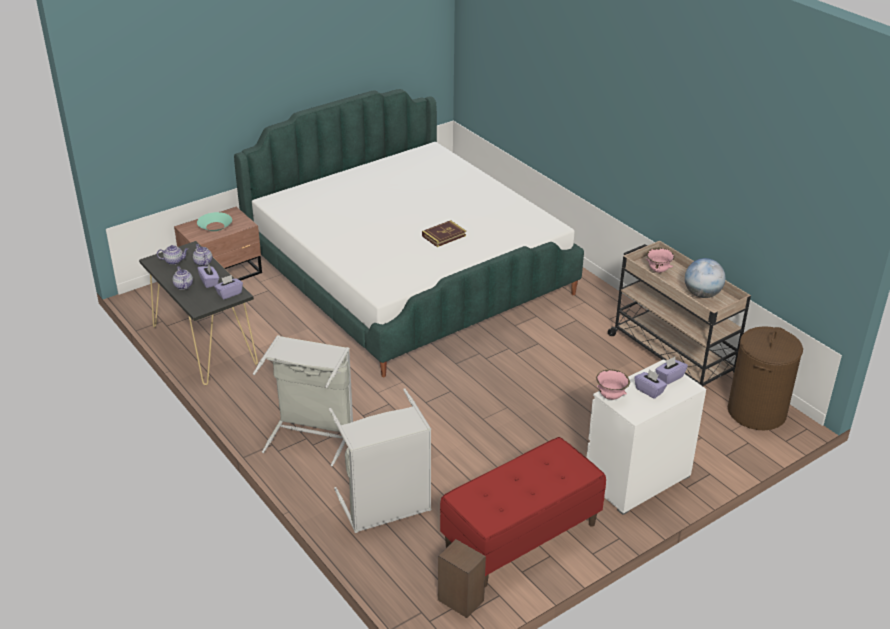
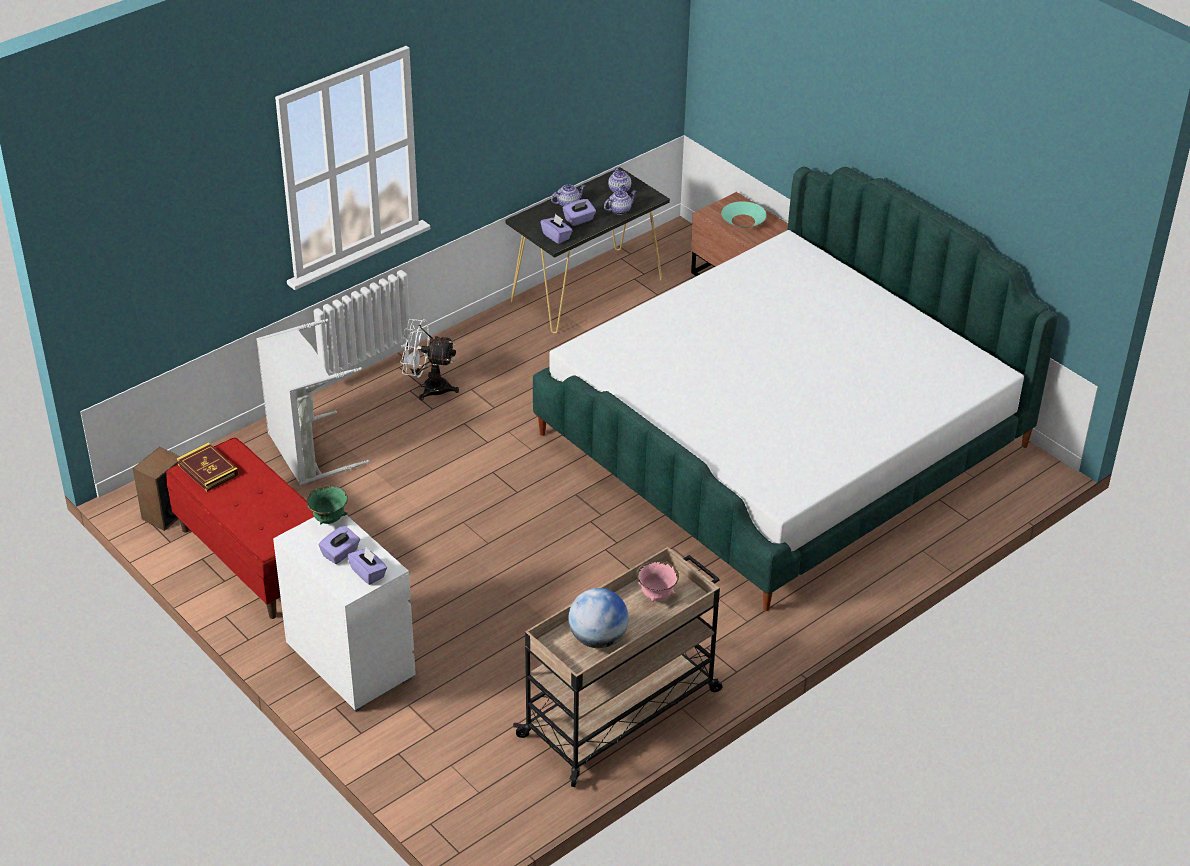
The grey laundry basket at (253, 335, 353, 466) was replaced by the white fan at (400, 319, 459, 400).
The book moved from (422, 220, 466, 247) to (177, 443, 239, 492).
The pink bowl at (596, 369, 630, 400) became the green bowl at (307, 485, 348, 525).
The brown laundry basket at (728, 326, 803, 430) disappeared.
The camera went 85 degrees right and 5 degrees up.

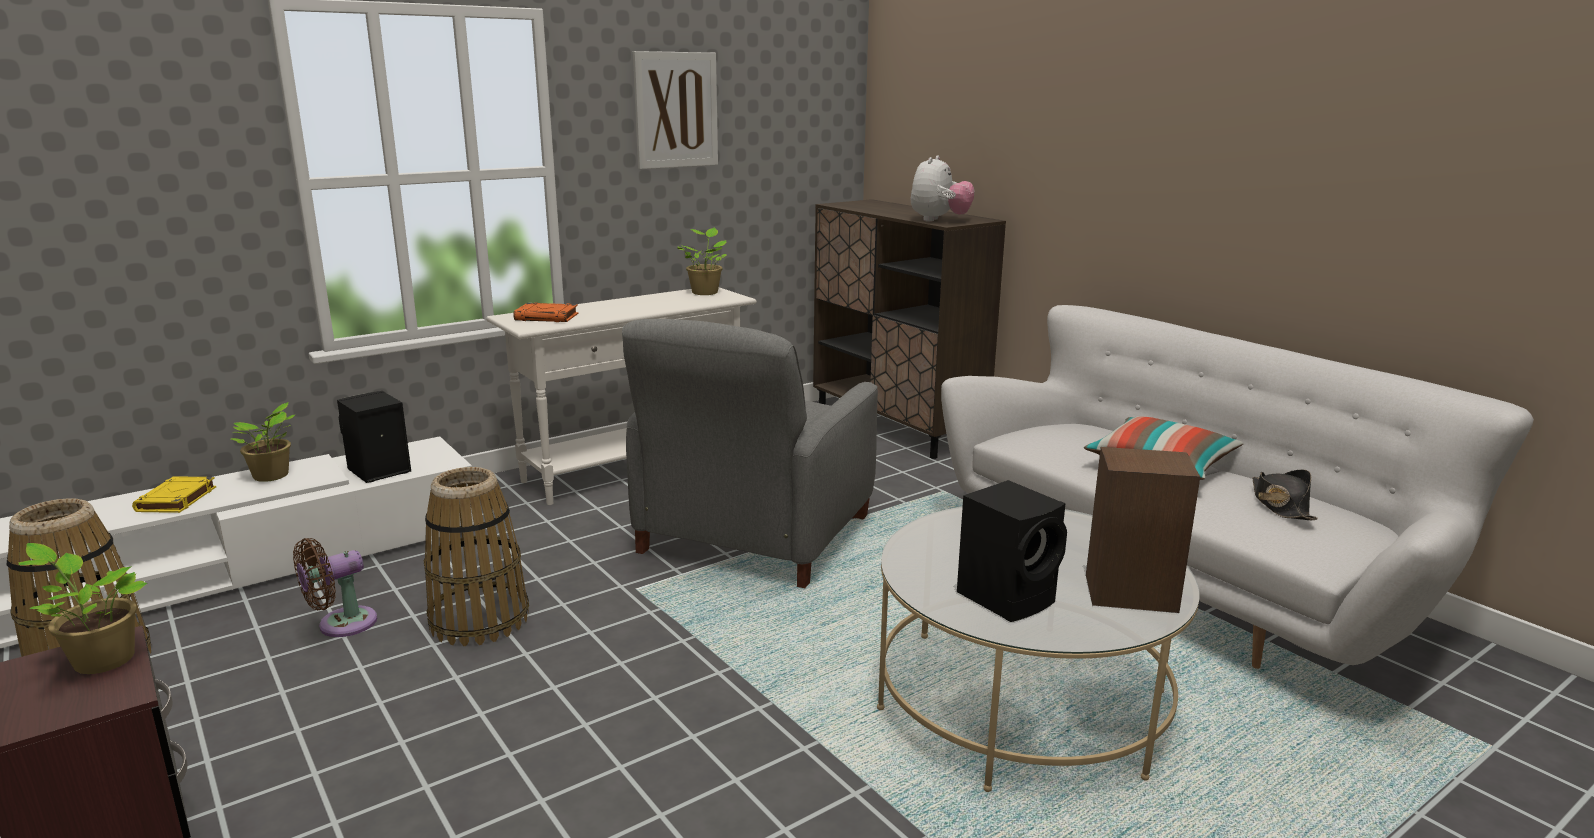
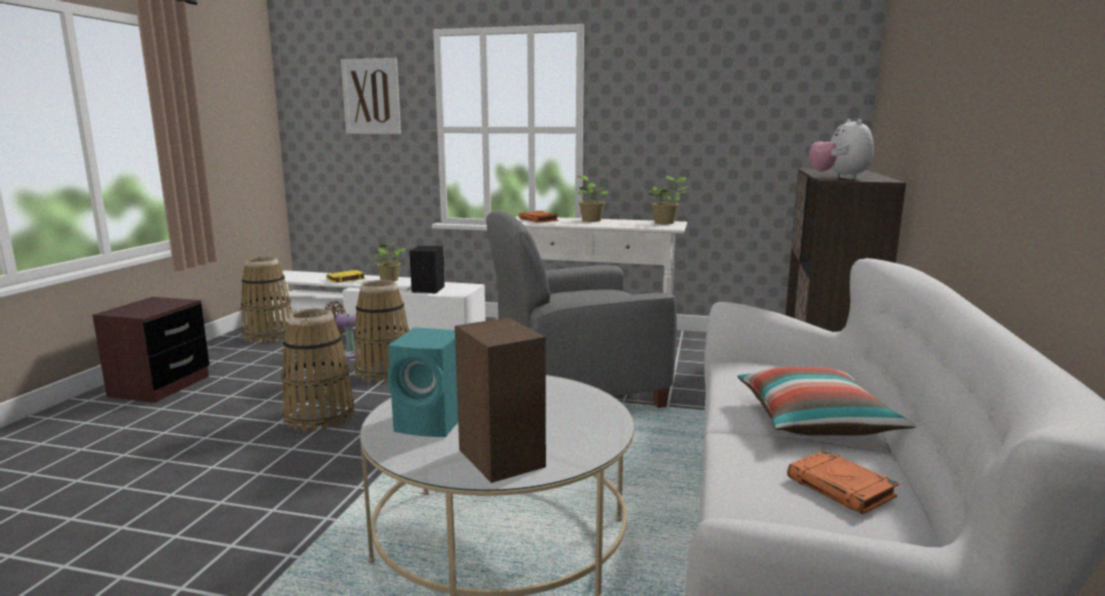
The potted plant moved from (18, 543, 148, 674) to (574, 175, 608, 222).
The picture moved from (633, 51, 718, 169) to (341, 58, 401, 134).
The plush toy at (910, 155, 975, 222) turned 105 degrees clockwise.
The black speaker at (957, 480, 1067, 622) became the turquoise speaker at (387, 327, 458, 437).
The black hat at (1253, 470, 1318, 520) was replaced by the orange book at (787, 450, 899, 515).
The basket at (281, 308, 354, 432) appeared.
The camera went 50 degrees right and 5 degrees down.

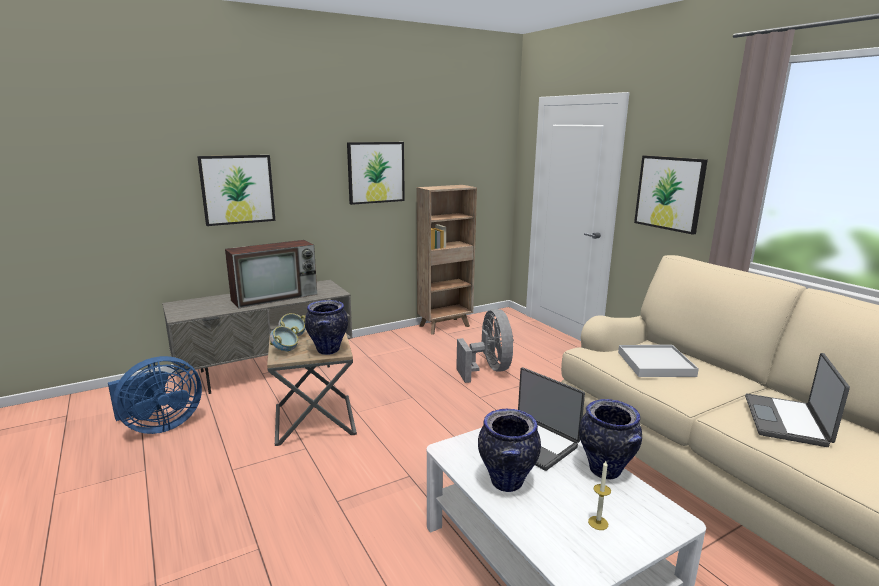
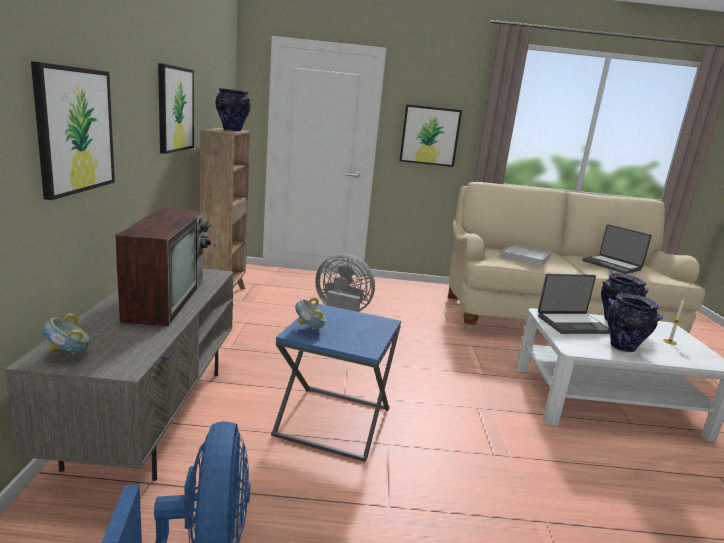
The brown side table at (267, 330, 357, 446) became the blue side table at (271, 303, 401, 462).
The bowl moved from (270, 326, 299, 352) to (42, 313, 91, 354).
The vase moved from (305, 300, 348, 355) to (216, 88, 251, 131).
The camera went 60 degrees left and 0 degrees up.

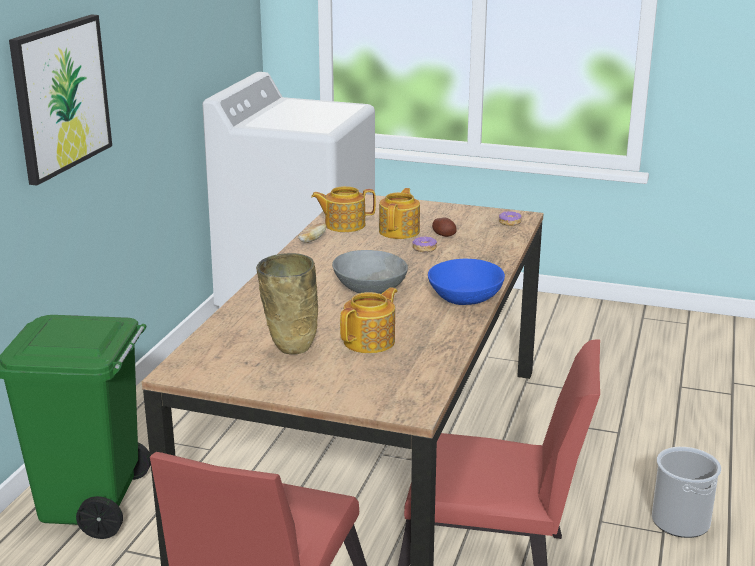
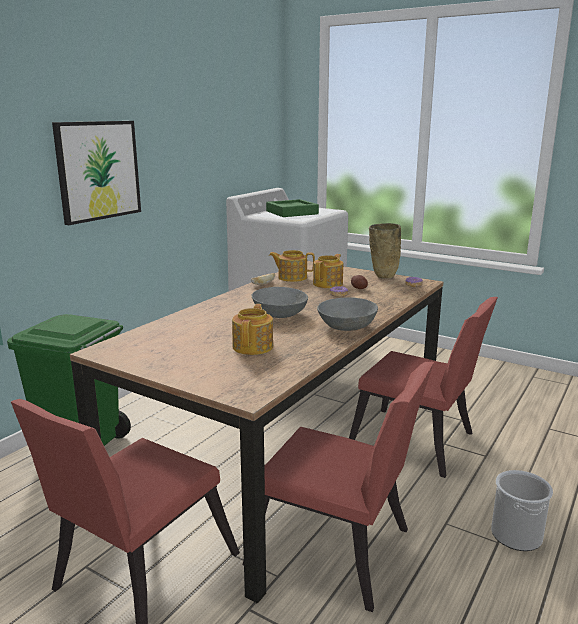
The beige vase moved from (256, 253, 318, 355) to (369, 223, 401, 279).
The teapot at (340, 287, 397, 353) turned 45 degrees counterclockwise.
The blue bowl at (428, 259, 505, 305) became the grey bowl at (317, 297, 378, 331).
The green tray at (266, 199, 319, 217) appeared.
The red chair at (349, 297, 498, 478) appeared.
The camera went 15 degrees right and 5 degrees down.

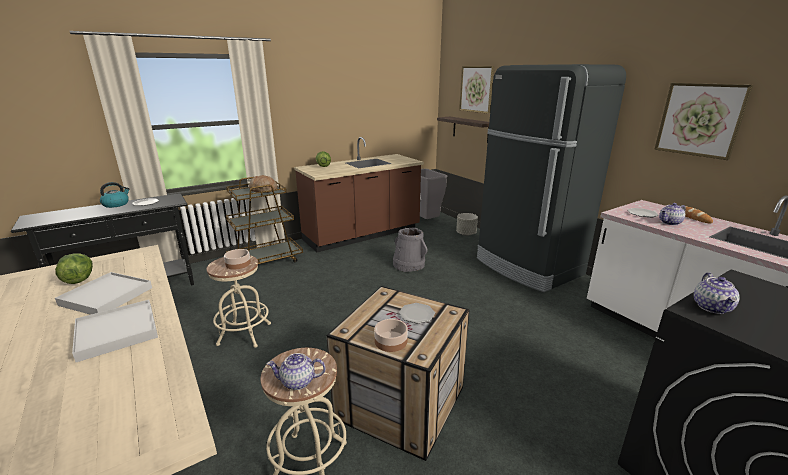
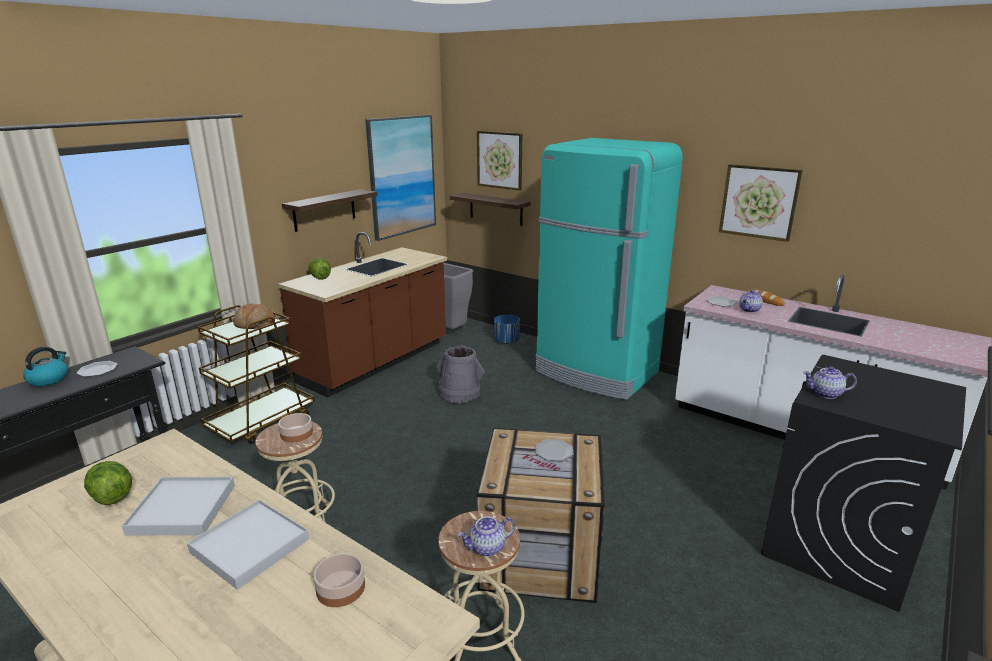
The bowl moved from (374, 319, 408, 352) to (313, 553, 365, 607).
The grey planter at (456, 213, 478, 236) became the blue planter at (494, 315, 520, 344).
The black fridge at (477, 64, 626, 292) became the turquoise fridge at (535, 138, 683, 400).
The teapot at (694, 272, 740, 314) turned 105 degrees clockwise.
The shelf at (282, 189, 377, 232) appeared.
The picture at (365, 115, 436, 241) appeared.
The camera went 20 degrees left and 0 degrees up.

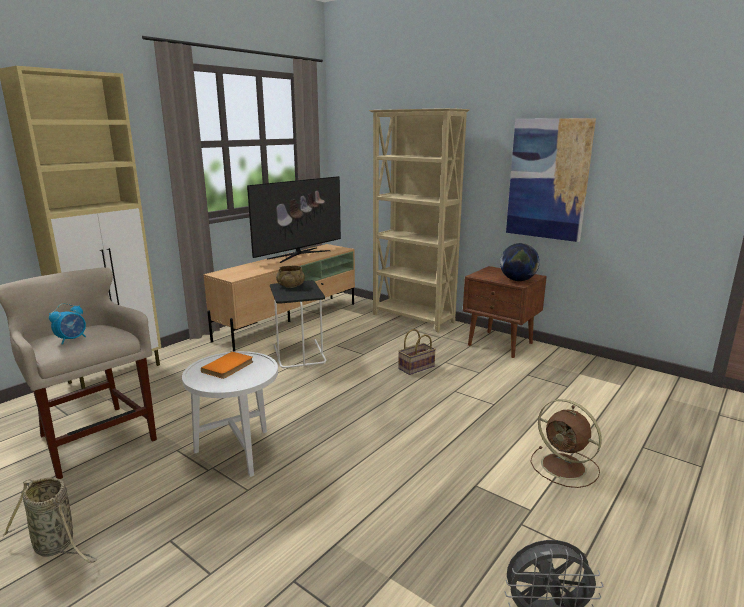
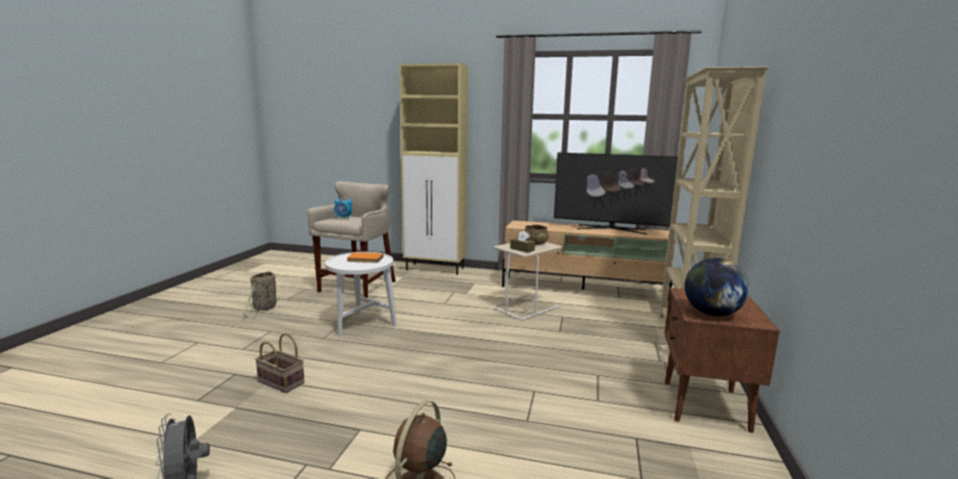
The black side table at (270, 281, 326, 369) became the beige side table at (493, 242, 562, 320).
The basket moved from (398, 329, 436, 375) to (255, 333, 305, 393).
The picture at (506, 118, 596, 242) disappeared.
The brown tissue box at (510, 231, 535, 253) appeared.
The camera went 65 degrees right and 5 degrees down.

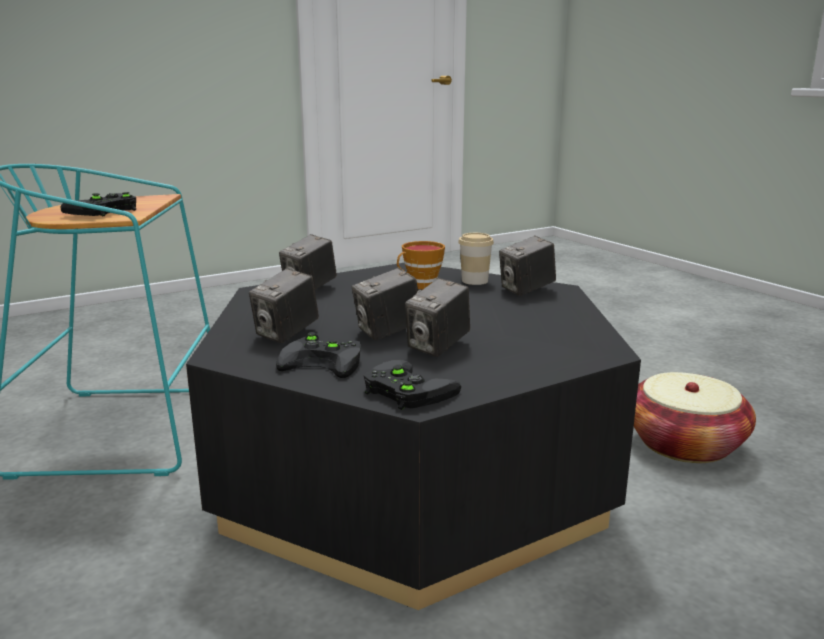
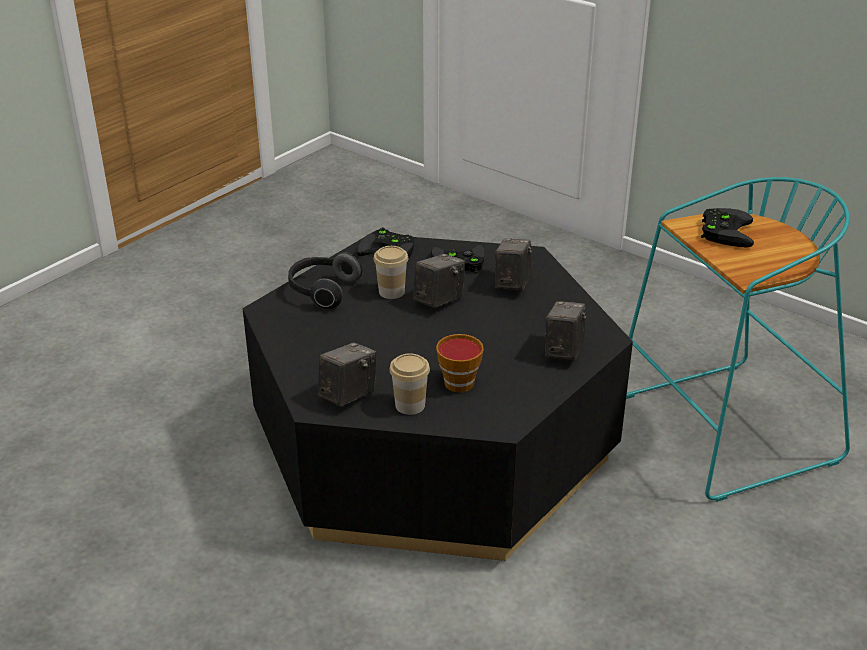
The photo camera at (405, 278, 470, 357) was replaced by the cup at (373, 246, 408, 299).
The basket at (634, 372, 756, 463) disappeared.
The headphones at (288, 252, 362, 309) appeared.
The camera went 160 degrees right and 15 degrees up.

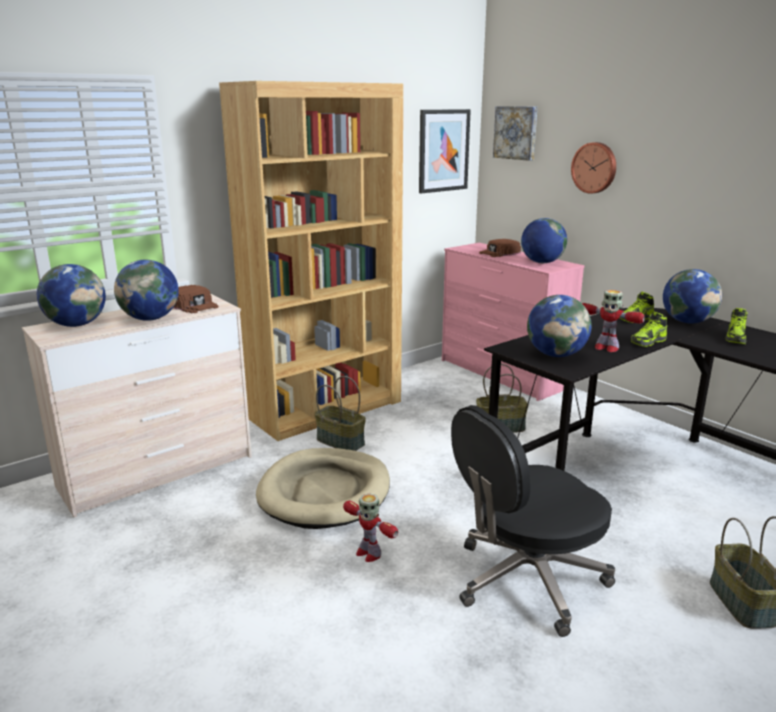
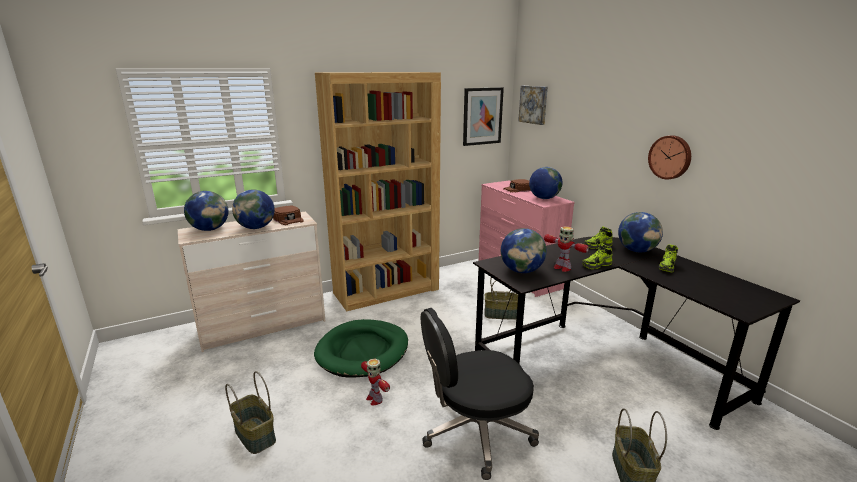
The beige dog bed at (256, 448, 390, 529) became the green dog bed at (314, 319, 408, 378).
The basket moved from (314, 376, 366, 451) to (225, 371, 276, 454).
The wall clock moved from (571, 142, 616, 194) to (648, 135, 691, 179).
The camera went 10 degrees right and 0 degrees up.

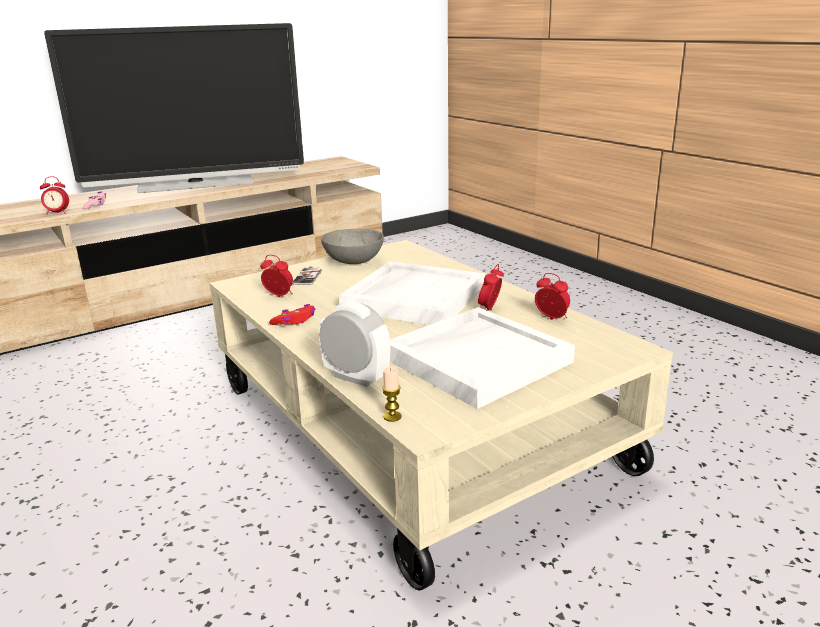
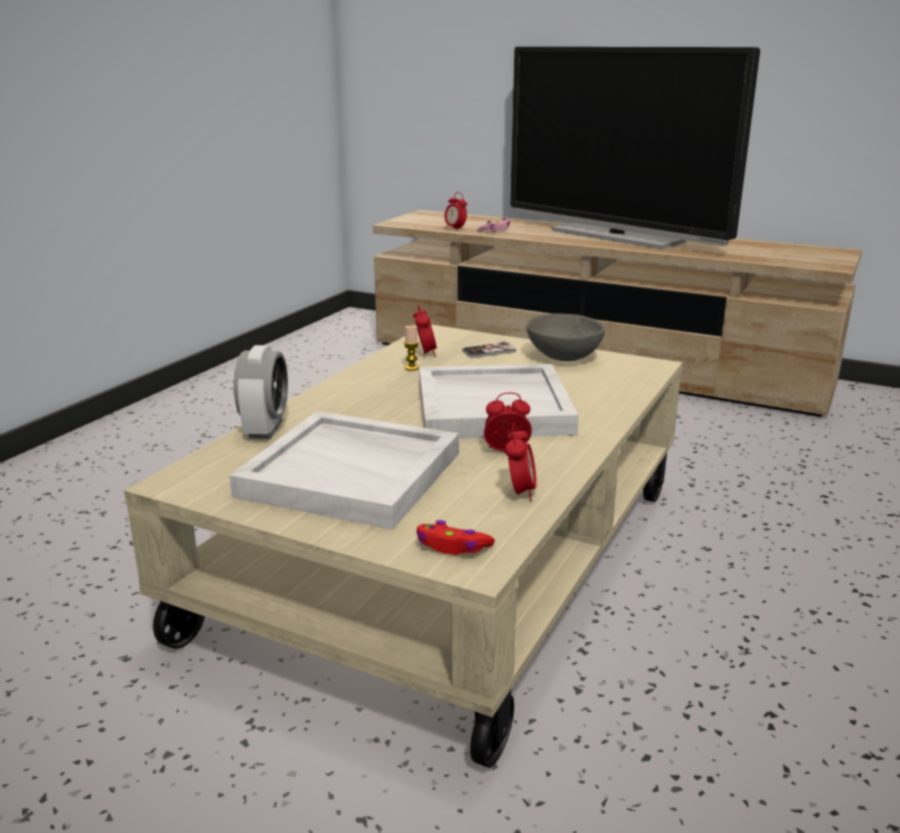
The red game controller moved from (269, 304, 315, 325) to (416, 520, 495, 555).
The candle moved from (382, 366, 402, 422) to (404, 325, 419, 371).
The camera went 60 degrees right and 0 degrees up.

